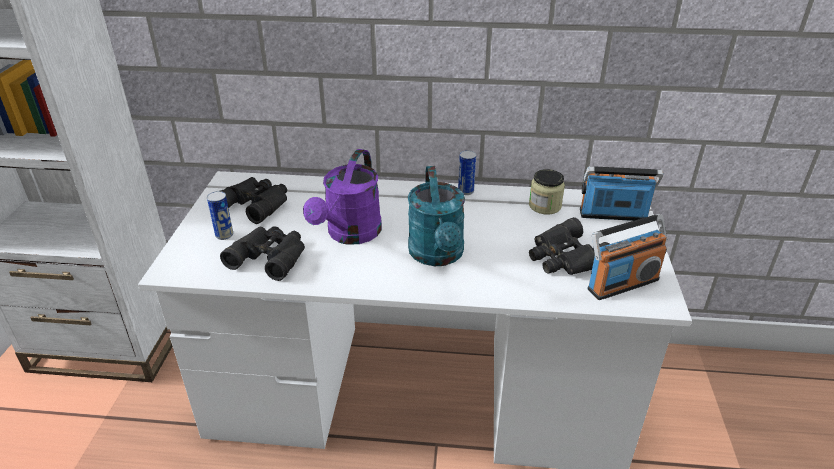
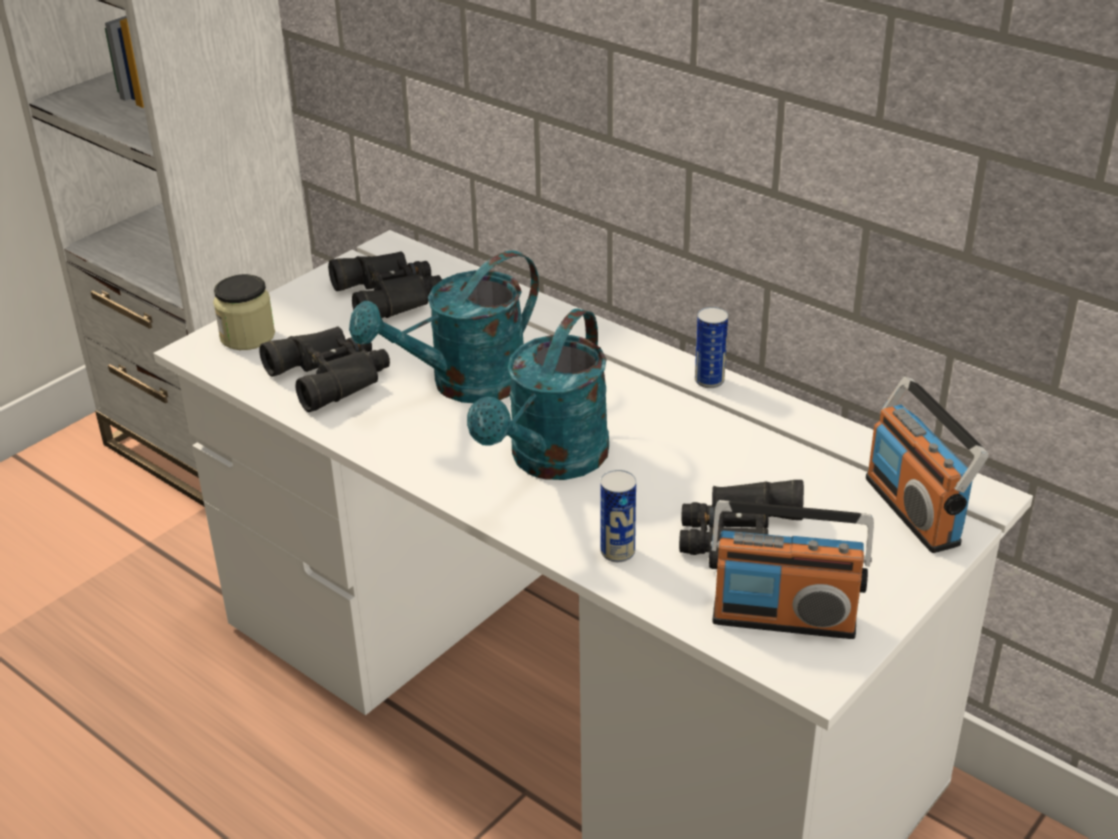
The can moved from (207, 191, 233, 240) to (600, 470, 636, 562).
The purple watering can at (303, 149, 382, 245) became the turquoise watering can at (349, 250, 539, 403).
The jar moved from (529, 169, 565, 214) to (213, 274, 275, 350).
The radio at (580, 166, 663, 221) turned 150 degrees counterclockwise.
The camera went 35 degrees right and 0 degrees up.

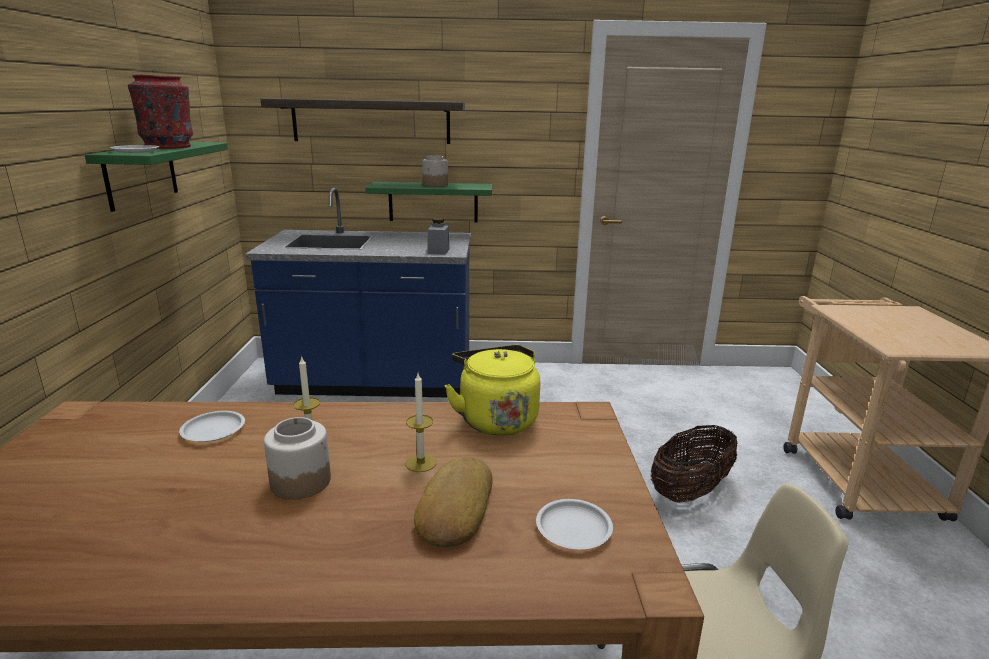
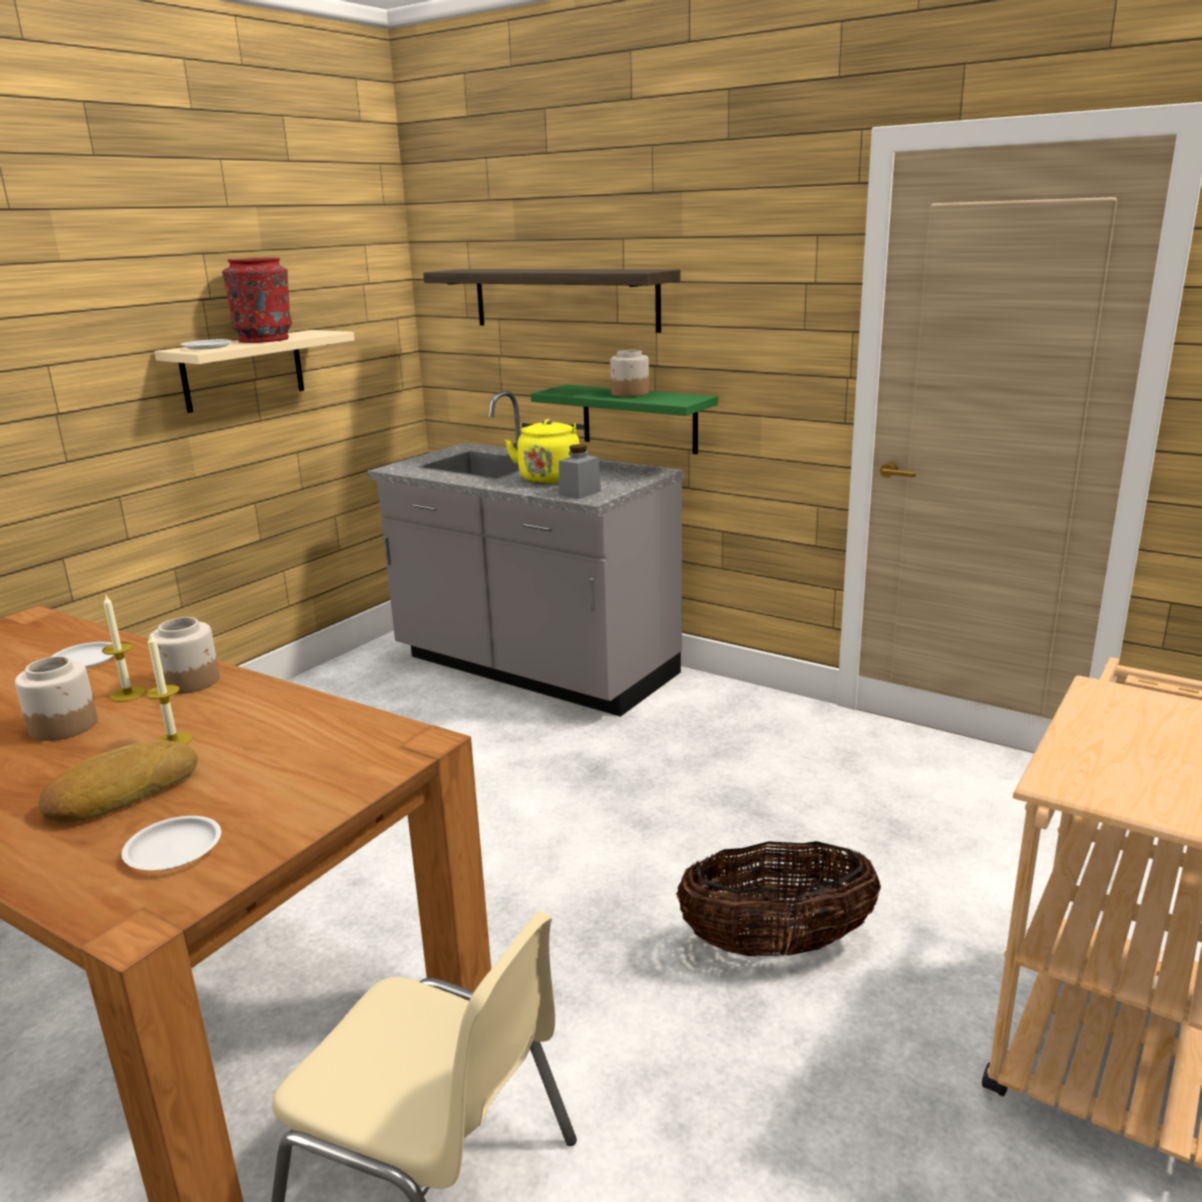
The green shelf at (85, 142, 228, 212) became the beige shelf at (154, 330, 355, 413).
The blue counter at (245, 188, 471, 397) became the grey counter at (367, 391, 684, 717).
The yellow kettle moved from (444, 345, 540, 436) to (505, 419, 584, 484).
The jar at (149, 617, 219, 694) appeared.
The camera went 35 degrees right and 0 degrees up.

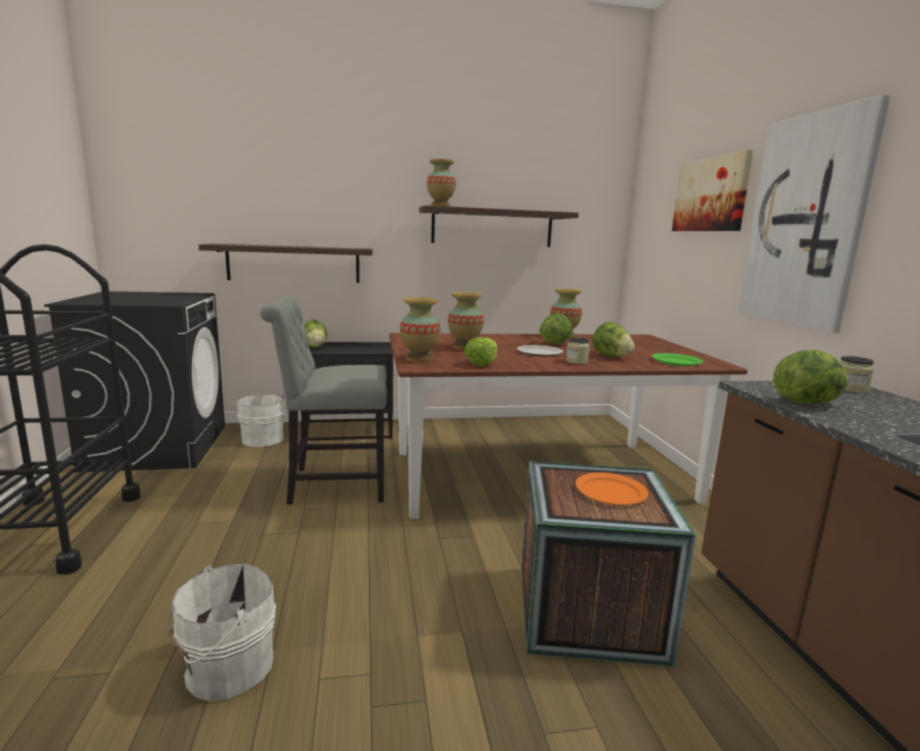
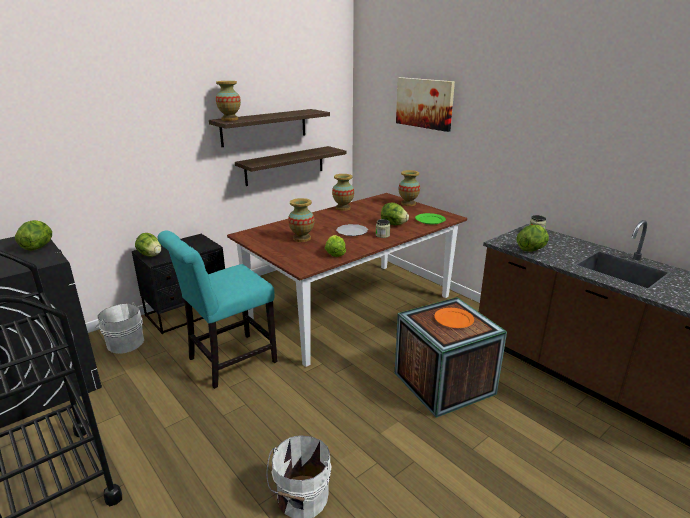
The shelf moved from (199, 244, 373, 283) to (235, 146, 346, 186).
The grey chair at (260, 295, 387, 505) became the turquoise chair at (158, 230, 278, 389).
The vase moved from (400, 297, 440, 363) to (399, 170, 420, 206).
The lettuce moved from (539, 313, 573, 345) to (15, 220, 52, 251).
The picture at (738, 94, 891, 333) disappeared.
The camera went 30 degrees left and 10 degrees up.

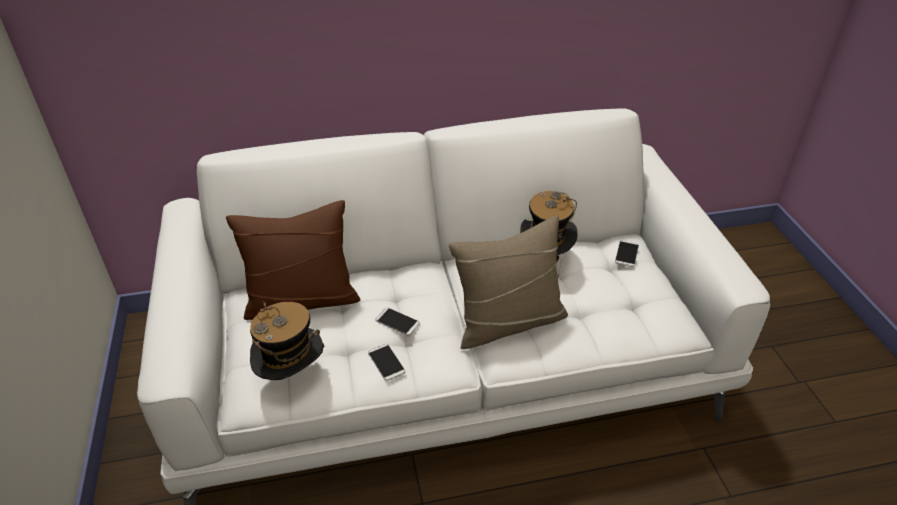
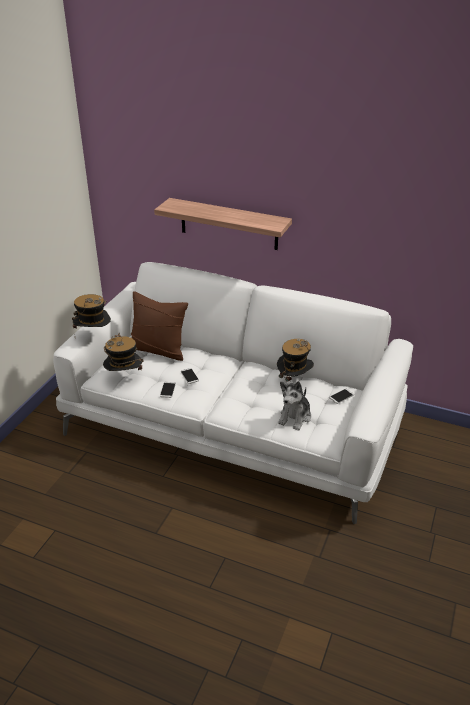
The beige pillow at (449, 216, 568, 349) disappeared.
The hat at (72, 294, 111, 339) appeared.
The shelf at (154, 198, 292, 250) appeared.
The plush toy at (278, 381, 311, 431) appeared.
The camera went 35 degrees right and 5 degrees down.

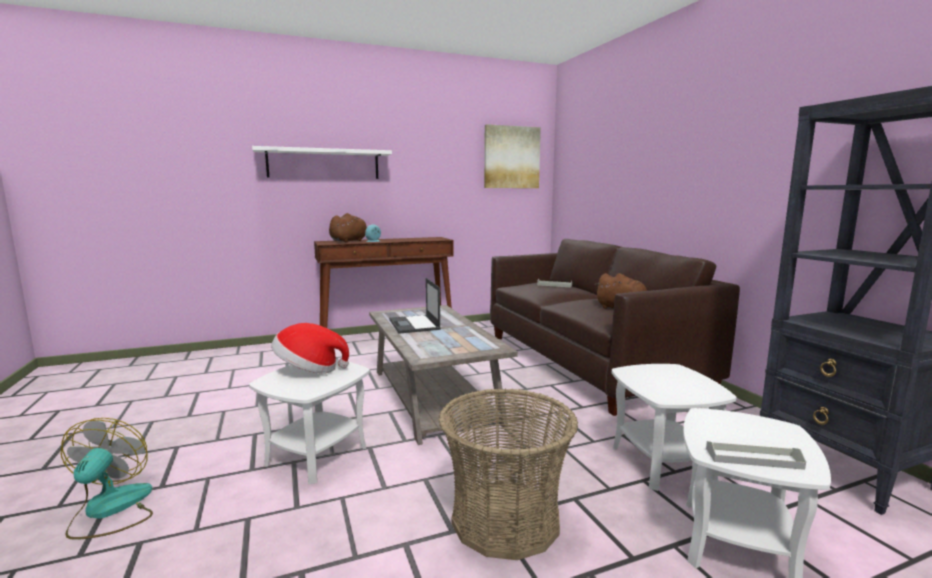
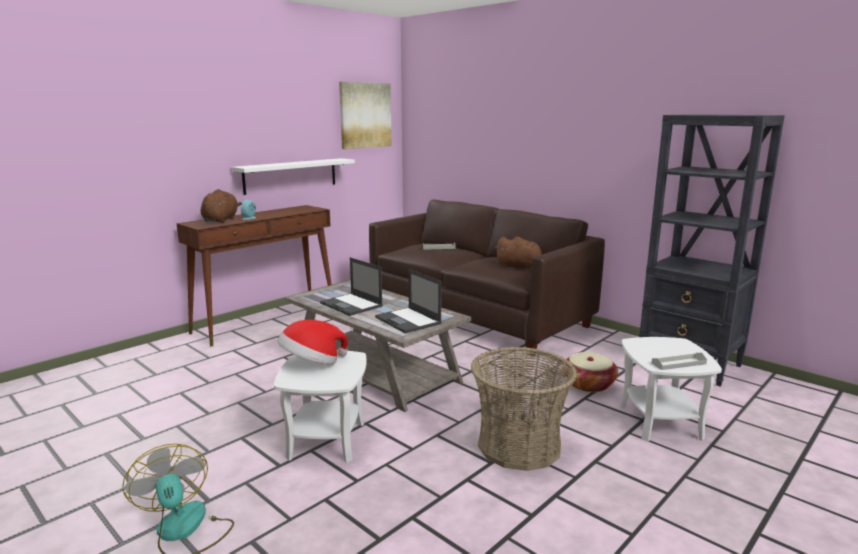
The white shelf moved from (252, 146, 392, 179) to (231, 158, 355, 195).
The white side table at (612, 364, 736, 491) was replaced by the basket at (562, 352, 618, 392).
The laptop at (375, 269, 442, 334) appeared.
The camera went 25 degrees left and 5 degrees up.

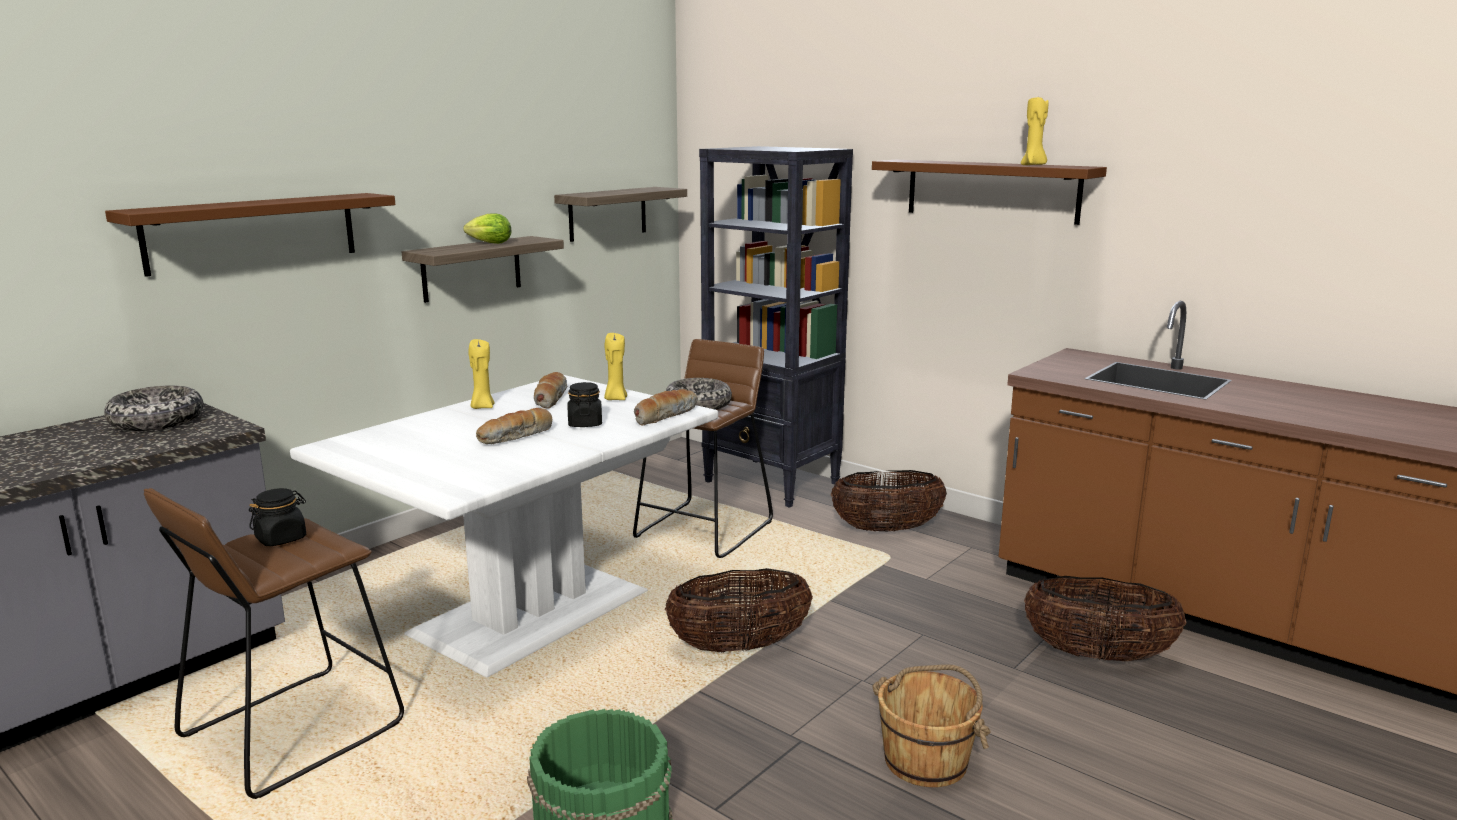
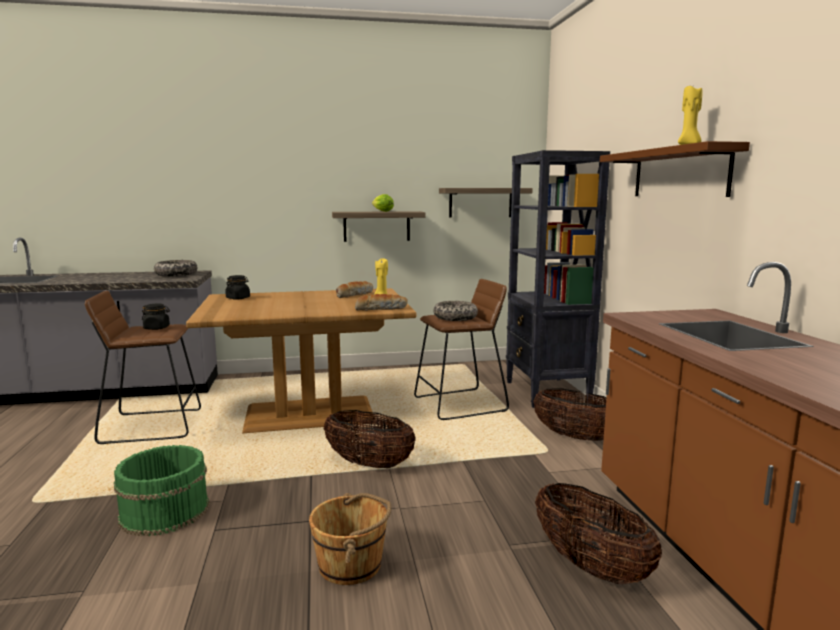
The brown shelf at (105, 193, 396, 277) disappeared.
The white dining table at (290, 375, 718, 678) became the brown dining table at (186, 288, 417, 433).
The yellow candle at (468, 339, 494, 409) disappeared.
The bread at (476, 408, 553, 444) disappeared.
The black jar moved from (568, 382, 602, 427) to (225, 275, 250, 299).
The camera went 40 degrees right and 5 degrees down.

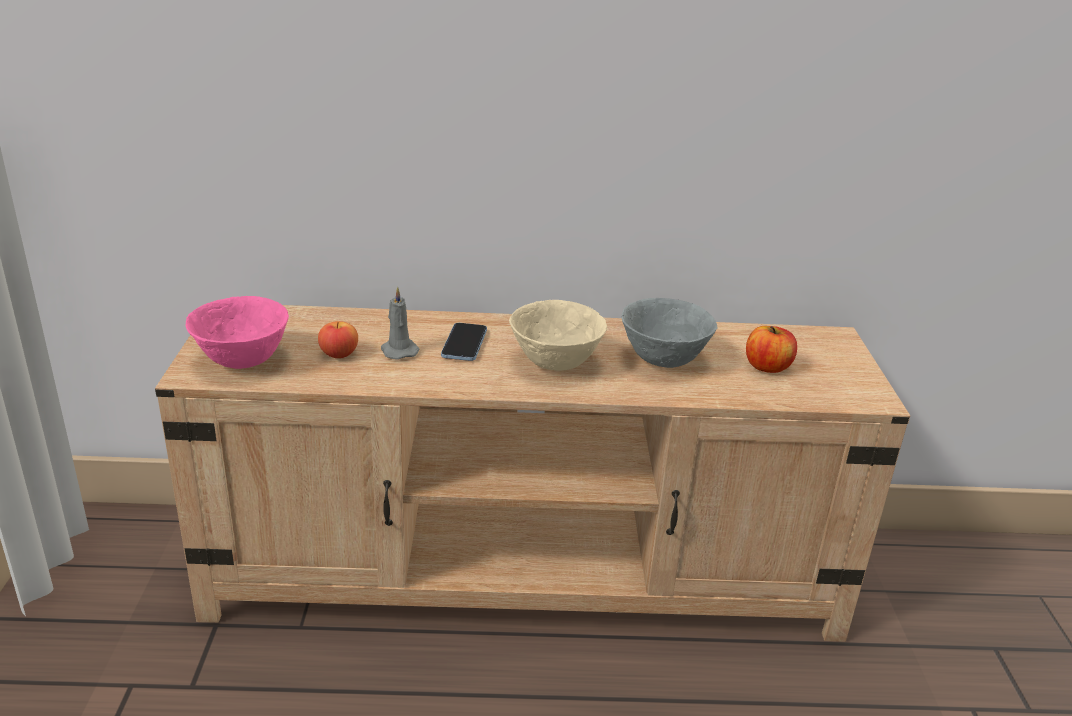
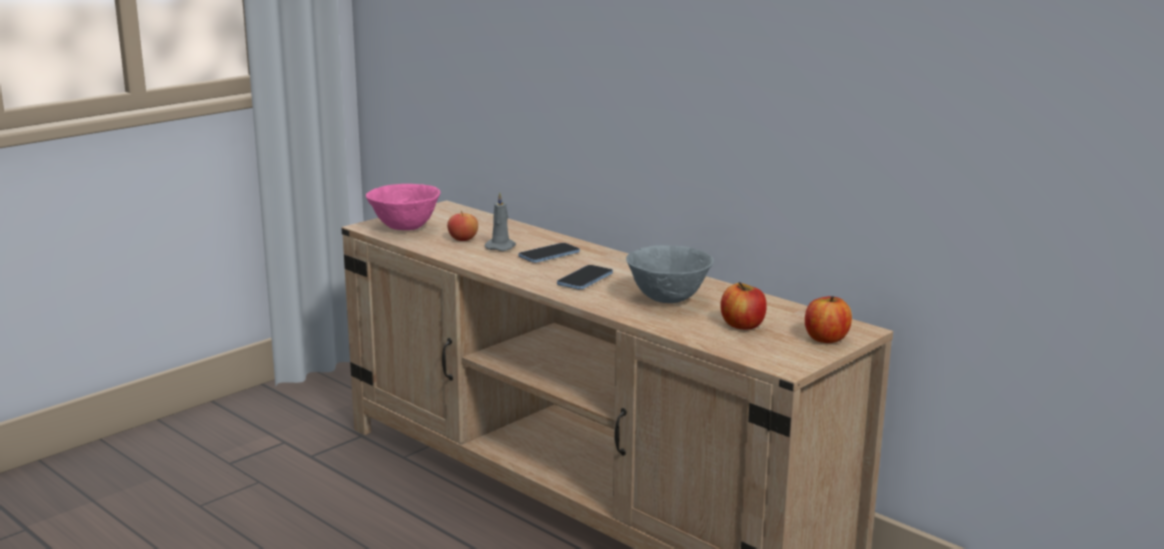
The beige bowl at (509, 300, 607, 371) was replaced by the phone at (557, 265, 613, 289).
The apple at (805, 296, 852, 343) appeared.
The camera went 45 degrees right and 10 degrees down.

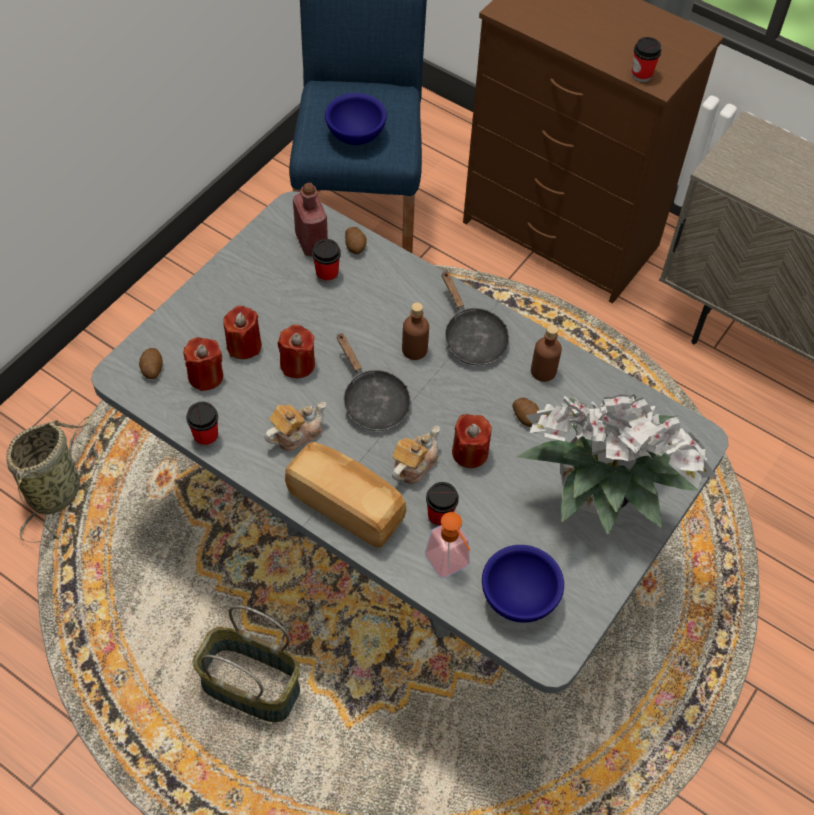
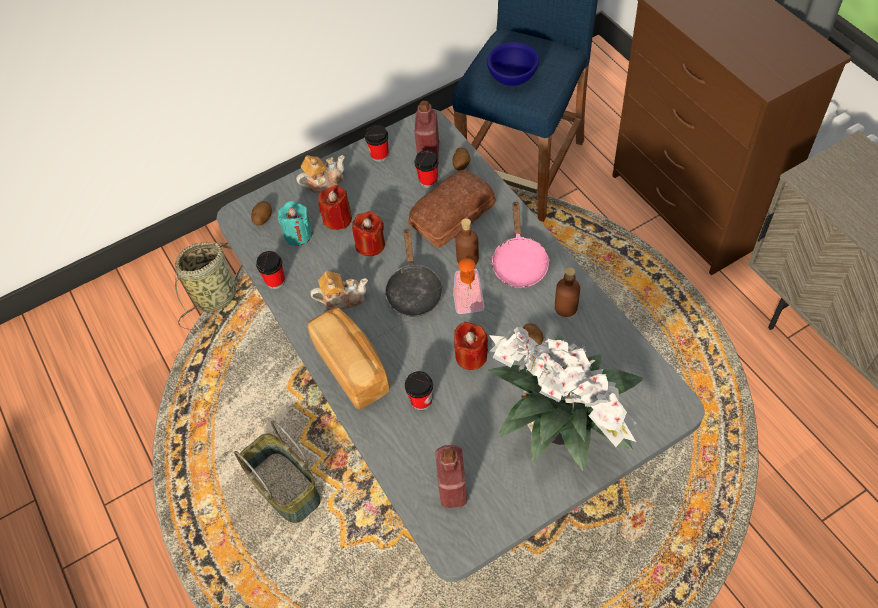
The red candle at (183, 337, 223, 391) became the turquoise candle at (278, 201, 312, 246).
The teapot moved from (392, 426, 440, 484) to (296, 155, 345, 193).
The soap dispenser moved from (425, 512, 470, 578) to (453, 258, 484, 314).
The black frying pan at (442, 271, 509, 365) became the pink frying pan at (491, 202, 550, 288).
The blue bowl at (482, 545, 564, 623) was replaced by the red bottle at (435, 445, 467, 508).
The cup moved from (631, 37, 662, 82) to (365, 125, 388, 162).
The bread at (408, 170, 496, 248) appeared.
The camera went 30 degrees right and 0 degrees up.

